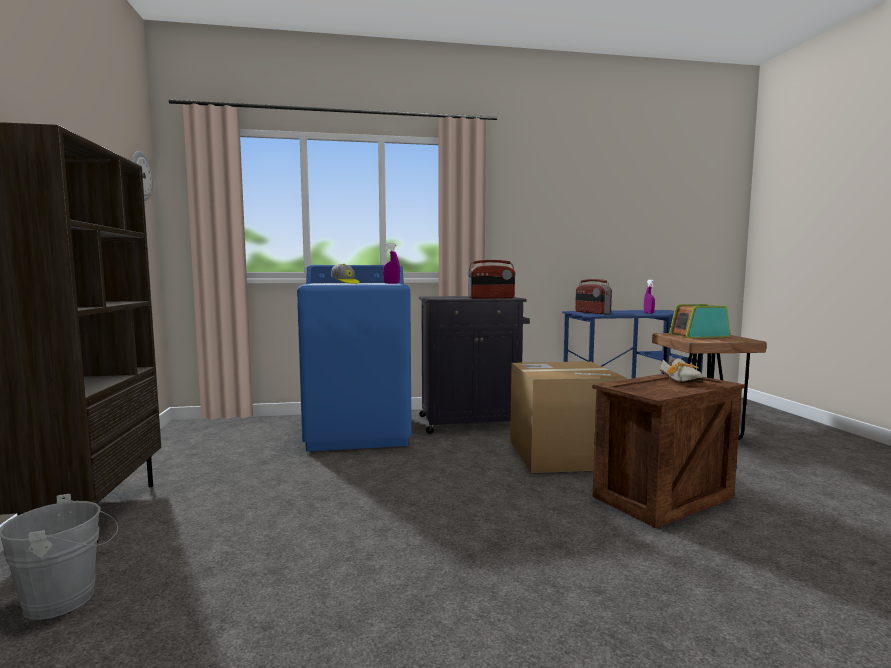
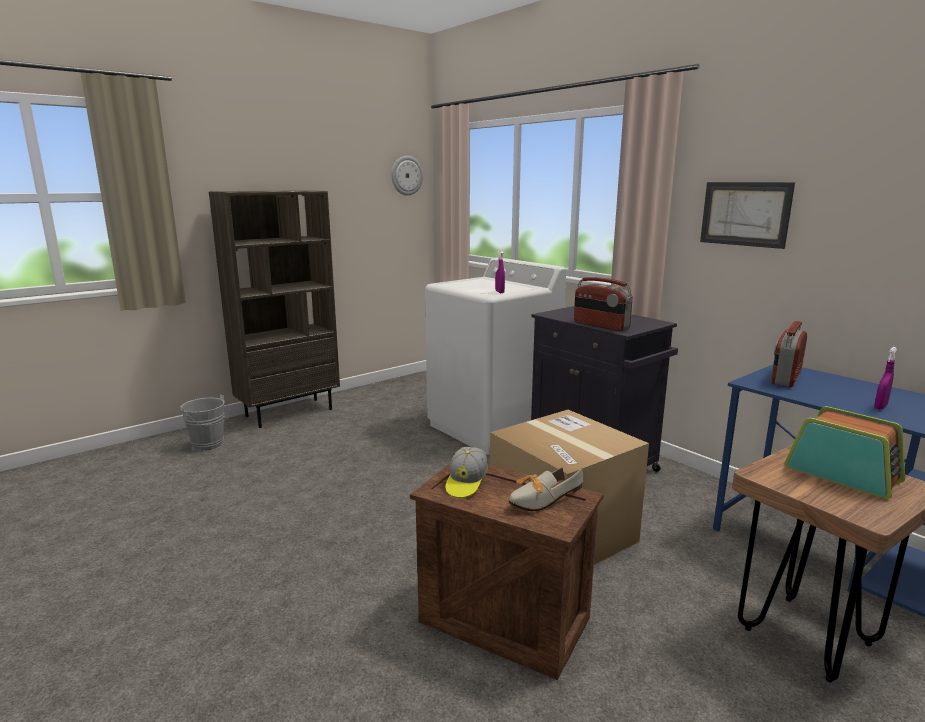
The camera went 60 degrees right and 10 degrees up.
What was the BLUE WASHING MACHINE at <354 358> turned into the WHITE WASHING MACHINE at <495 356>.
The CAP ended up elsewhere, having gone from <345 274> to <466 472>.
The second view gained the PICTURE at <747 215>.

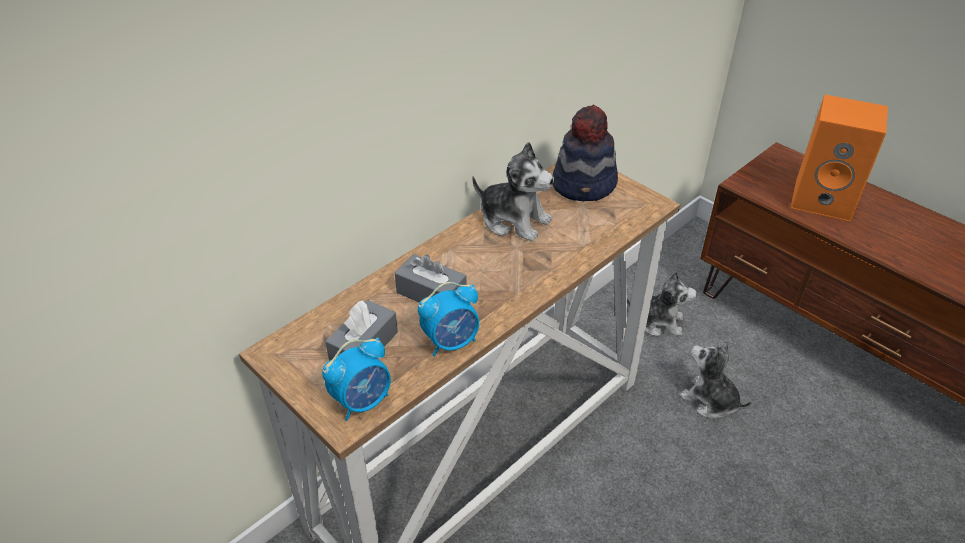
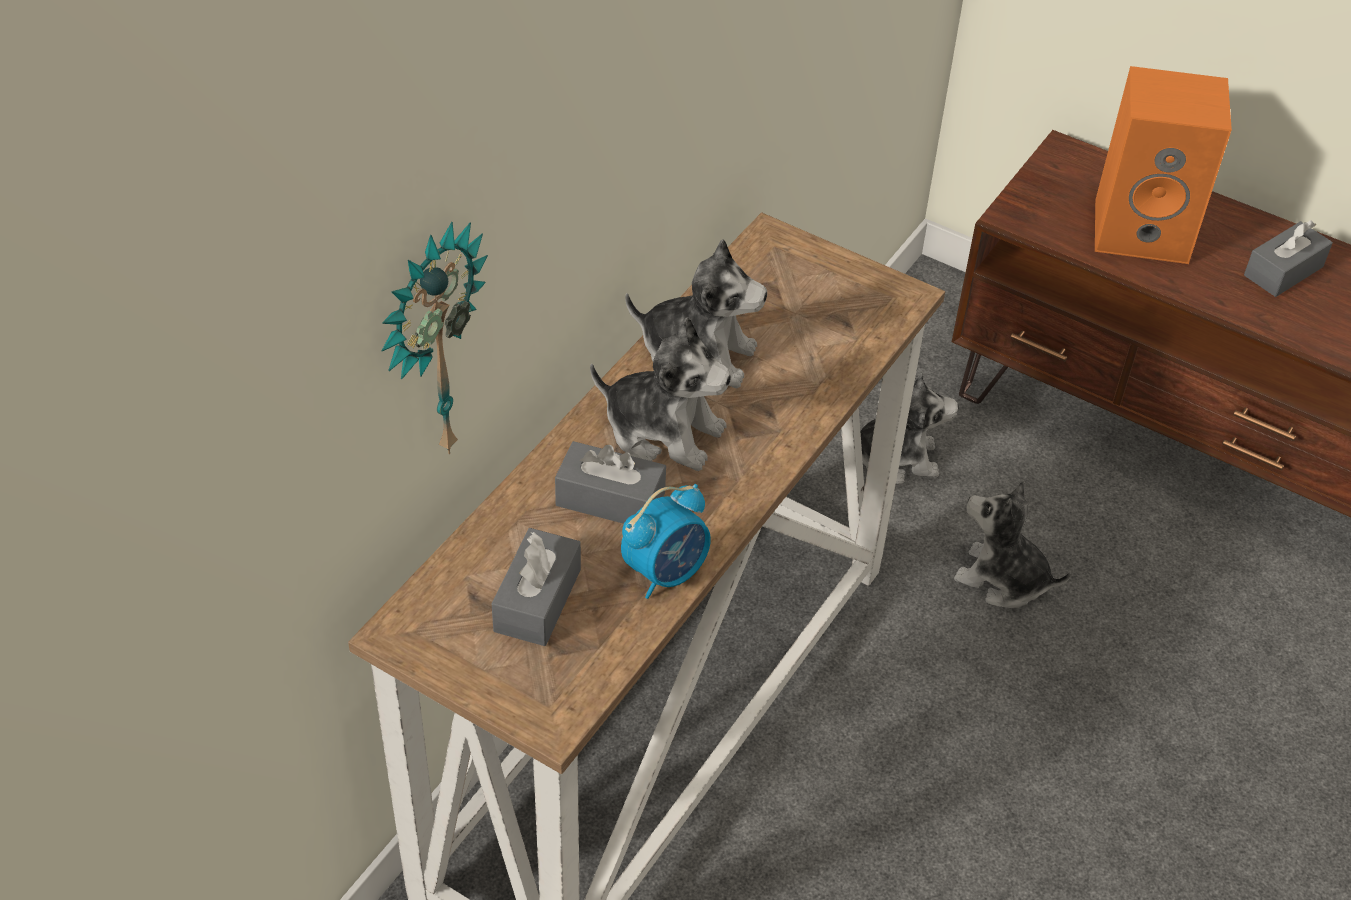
The camera went 15 degrees left and 5 degrees up.
The second view lost the ALARM CLOCK at <356 379>.
The second view lost the HAT at <585 153>.
The second view gained the WALL CLOCK at <435 338>.
The second view gained the PLUSH TOY at <661 394>.
The second view gained the GREY TISSUE BOX at <1288 258>.

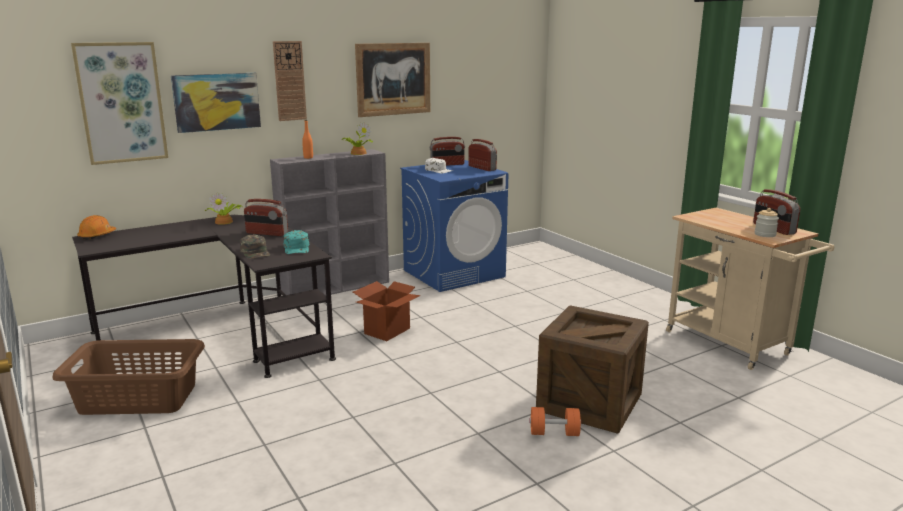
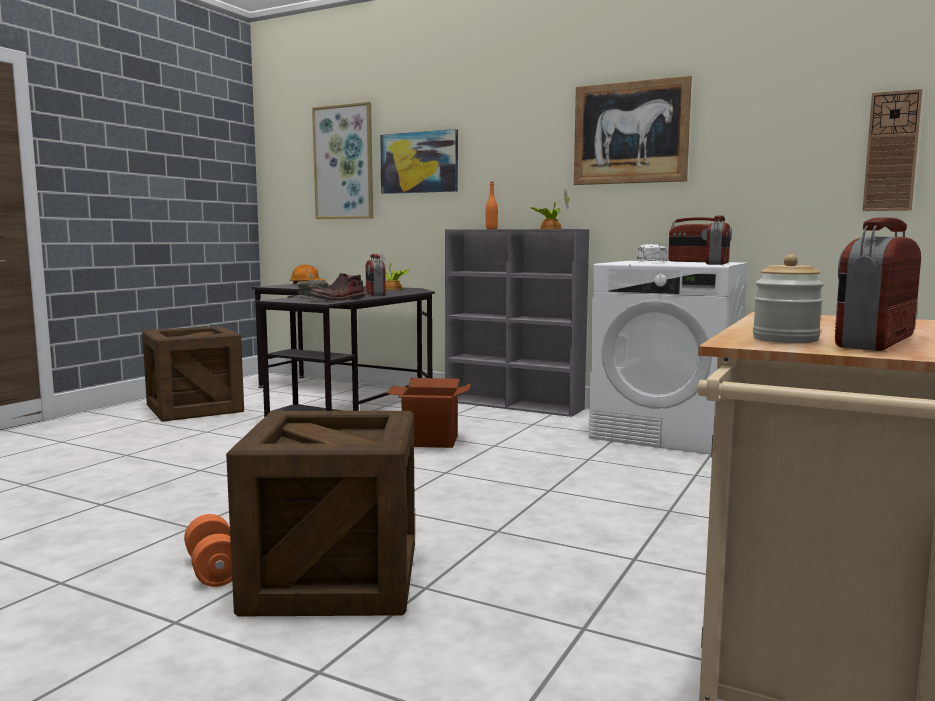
The camera went 60 degrees right and 10 degrees down.
Where the BROWN LAUNDRY BASKET stood at <128 377>, the CRATE came to stand at <193 374>.
The WALL CLOCK ended up elsewhere, having gone from <290 81> to <892 150>.
Where the TURQUOISE CAP stood at <296 242>, the BROWN BOOT came to stand at <338 287>.
What was the BLUE WASHING MACHINE at <454 226> turned into the WHITE WASHING MACHINE at <668 358>.

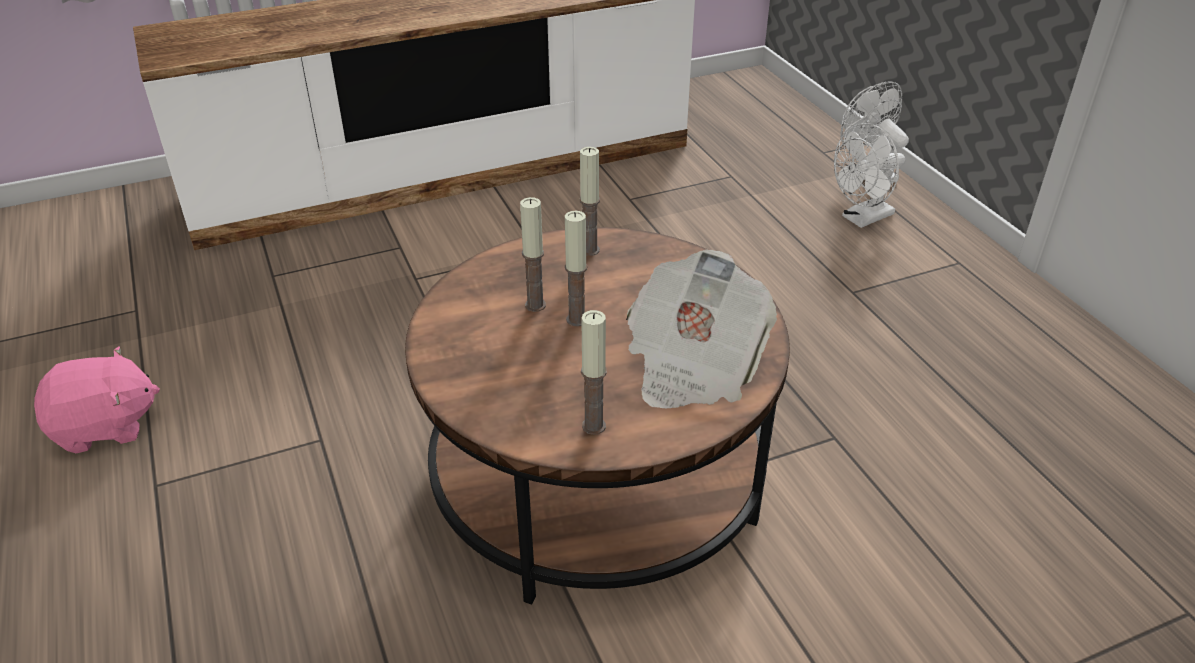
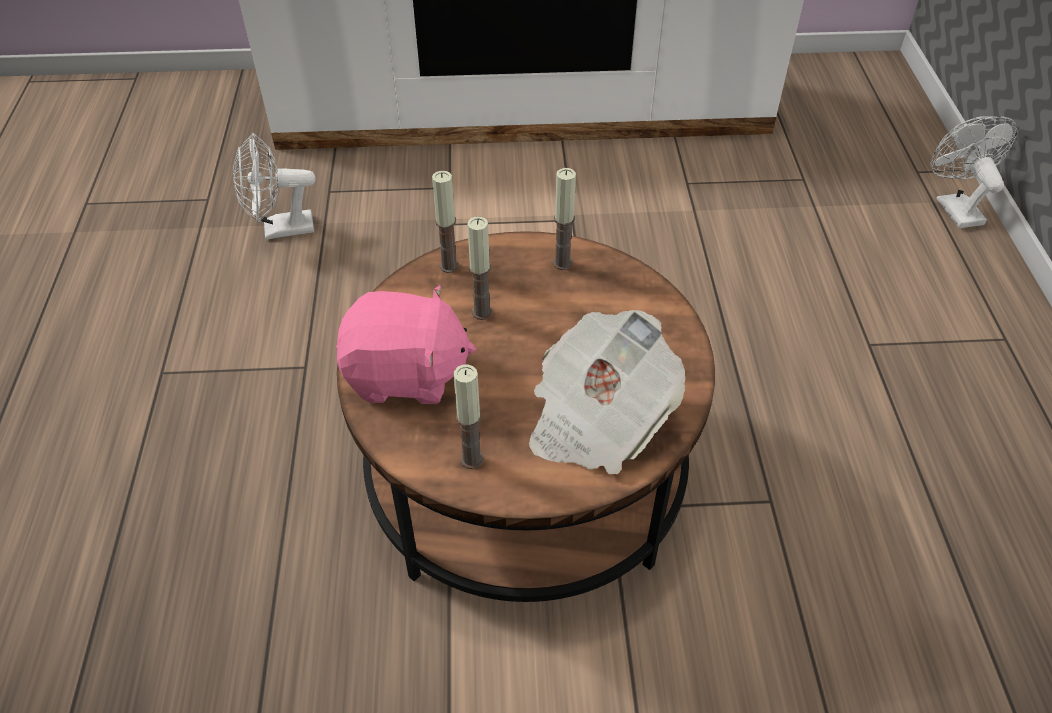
The camera went 20 degrees right and 10 degrees up.
The PINK PLUSH TOY ended up elsewhere, having gone from <97 399> to <406 344>.
The CANDLE ended up elsewhere, having gone from <576 268> to <445 222>.
The WHITE FAN ended up elsewhere, having gone from <869 175> to <274 186>.

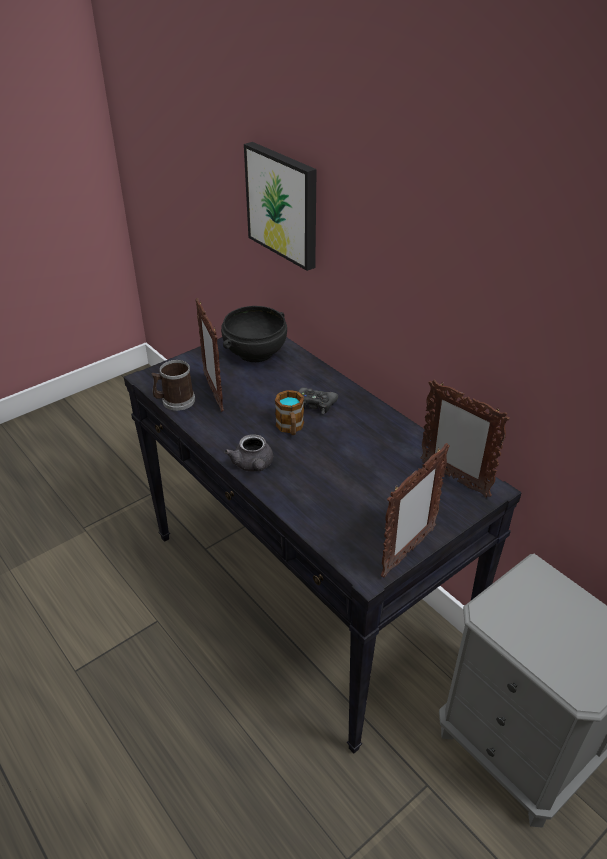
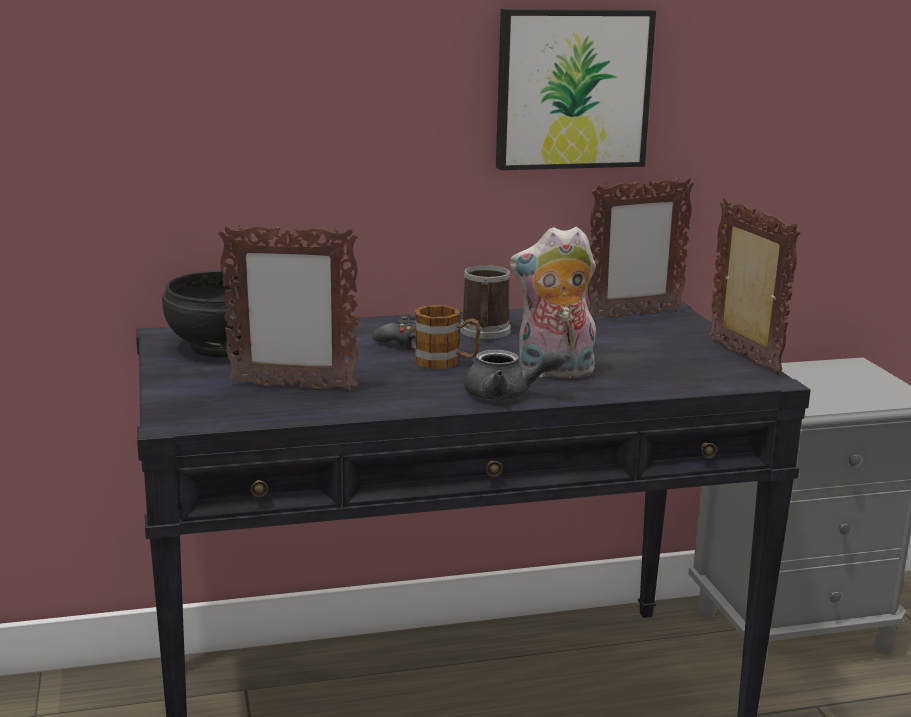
The camera went 65 degrees left and 20 degrees down.
The MUG ended up elsewhere, having gone from <173 385> to <485 302>.
The PICTURE ended up elsewhere, having gone from <280 206> to <576 89>.
The second view gained the PLUSH TOY at <552 302>.

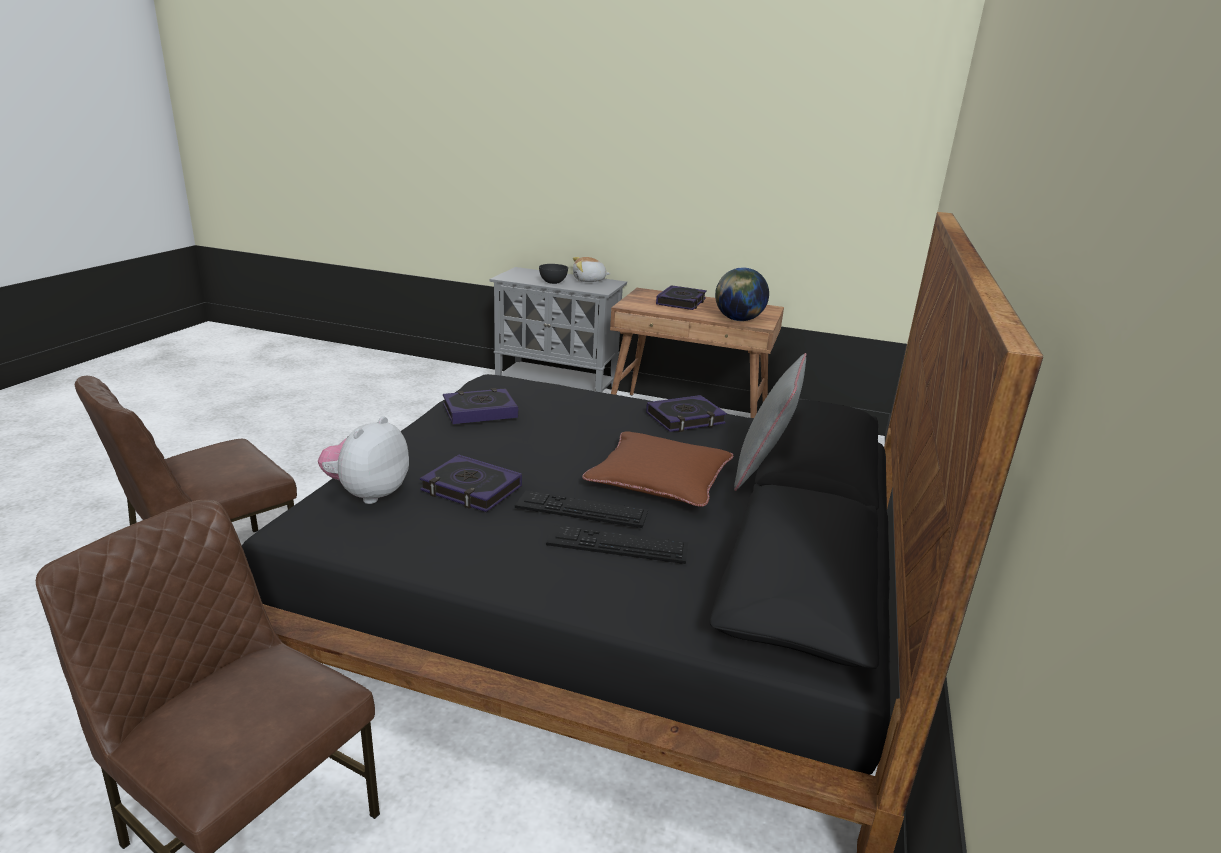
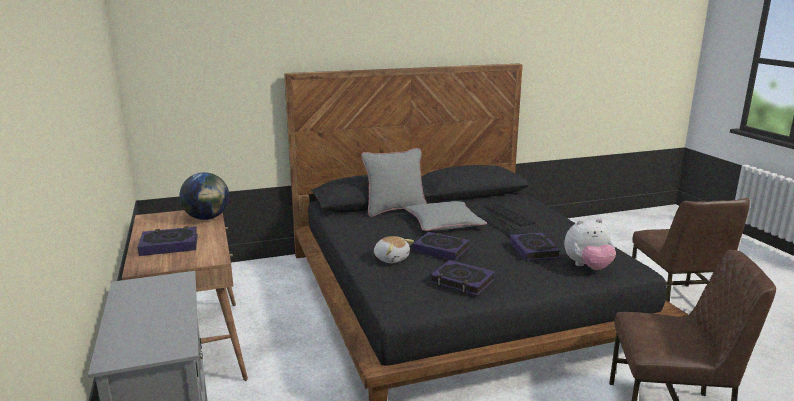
The camera went 125 degrees left and 5 degrees down.
The second view lost the GREY BOWL at <553 274>.
The PLUSH TOY ended up elsewhere, having gone from <592 269> to <394 249>.
What was the BROWN PILLOW at <658 469> turned into the GREY PILLOW at <445 216>.
The BOOK ended up elsewhere, having gone from <686 413> to <441 246>.

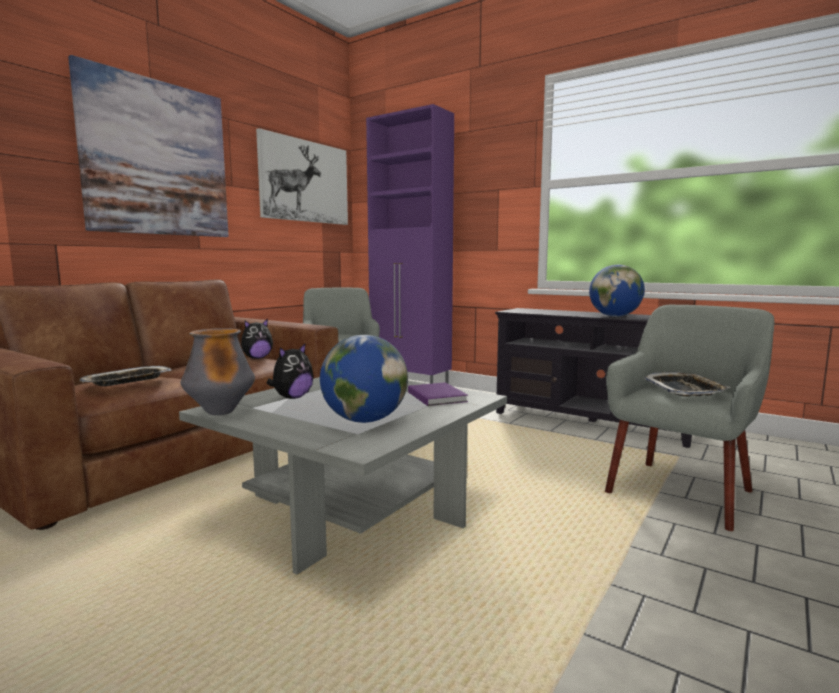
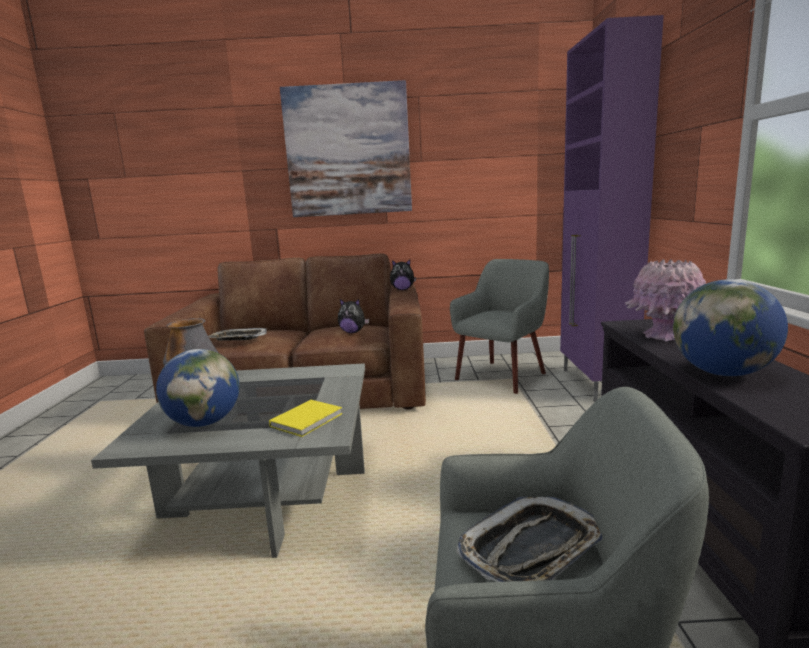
The camera went 55 degrees right and 5 degrees up.
The second view lost the PICTURE at <302 176>.
The PLUSH TOY ended up elsewhere, having gone from <290 371> to <403 275>.
What was the PURPLE BOOK at <438 394> turned into the YELLOW BOOK at <306 418>.
The second view gained the PINK VASE at <665 300>.

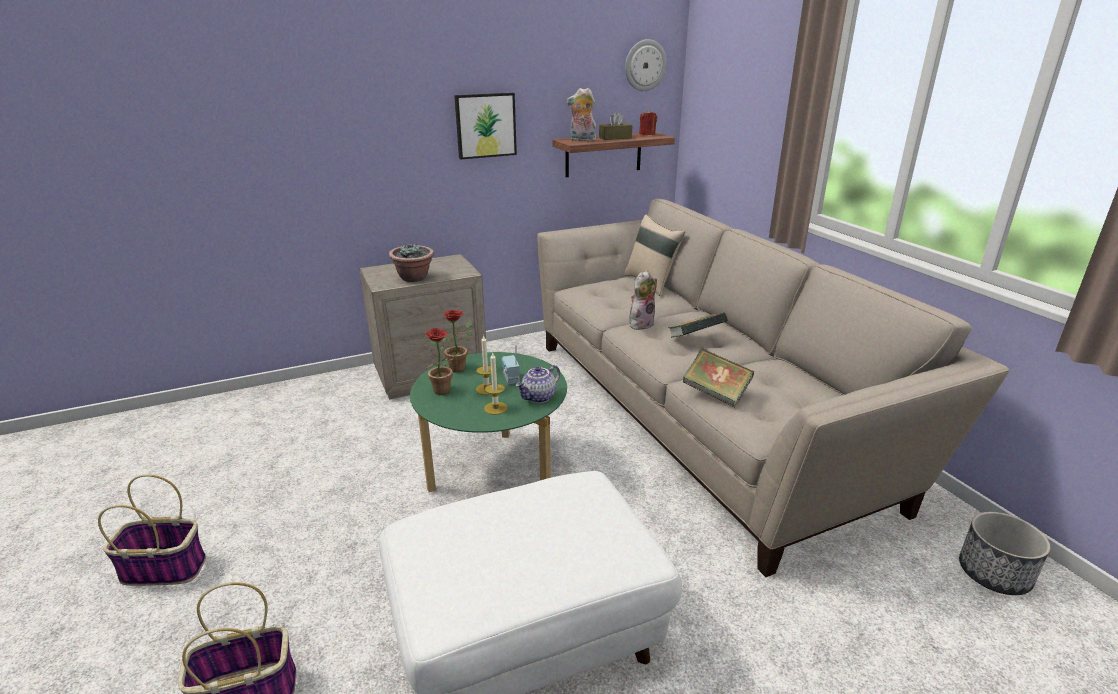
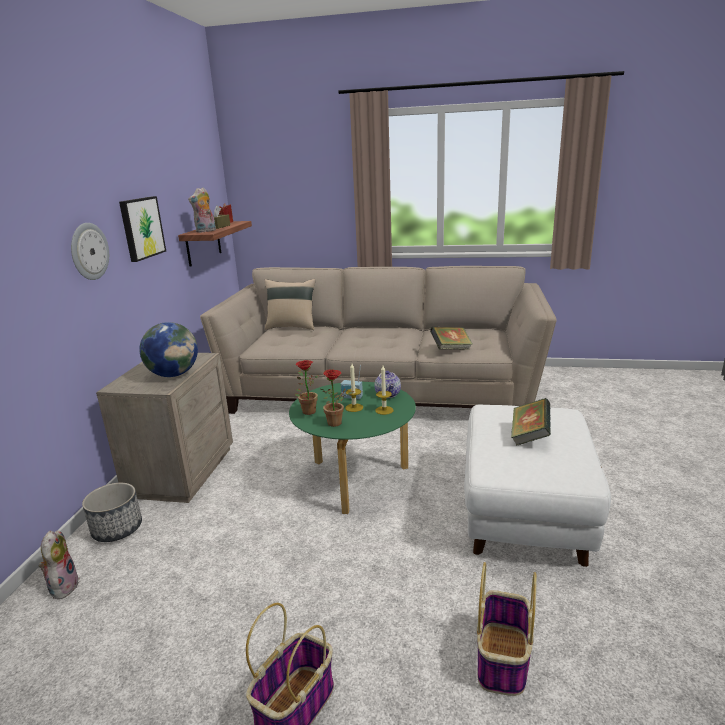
The camera went 55 degrees left and 5 degrees down.
Where the POTTED PLANT stood at <411 262>, the GLOBE came to stand at <168 349>.
The WALL CLOCK ended up elsewhere, having gone from <646 65> to <90 251>.
The PLUSH TOY ended up elsewhere, having gone from <643 300> to <59 565>.
The BOOK ended up elsewhere, having gone from <698 325> to <531 422>.
The PLANTER ended up elsewhere, having gone from <1004 553> to <112 512>.

